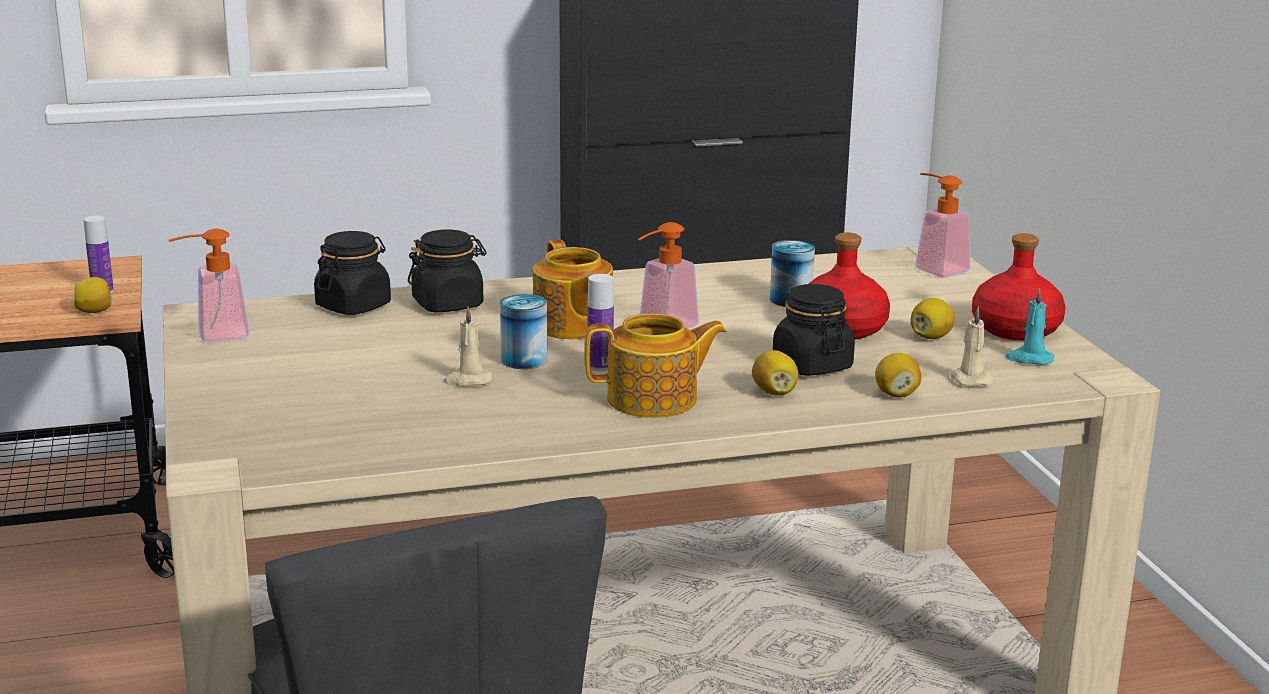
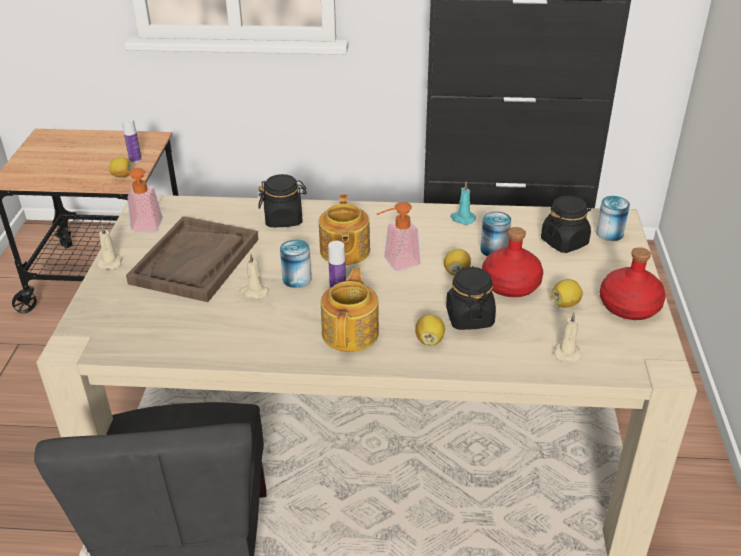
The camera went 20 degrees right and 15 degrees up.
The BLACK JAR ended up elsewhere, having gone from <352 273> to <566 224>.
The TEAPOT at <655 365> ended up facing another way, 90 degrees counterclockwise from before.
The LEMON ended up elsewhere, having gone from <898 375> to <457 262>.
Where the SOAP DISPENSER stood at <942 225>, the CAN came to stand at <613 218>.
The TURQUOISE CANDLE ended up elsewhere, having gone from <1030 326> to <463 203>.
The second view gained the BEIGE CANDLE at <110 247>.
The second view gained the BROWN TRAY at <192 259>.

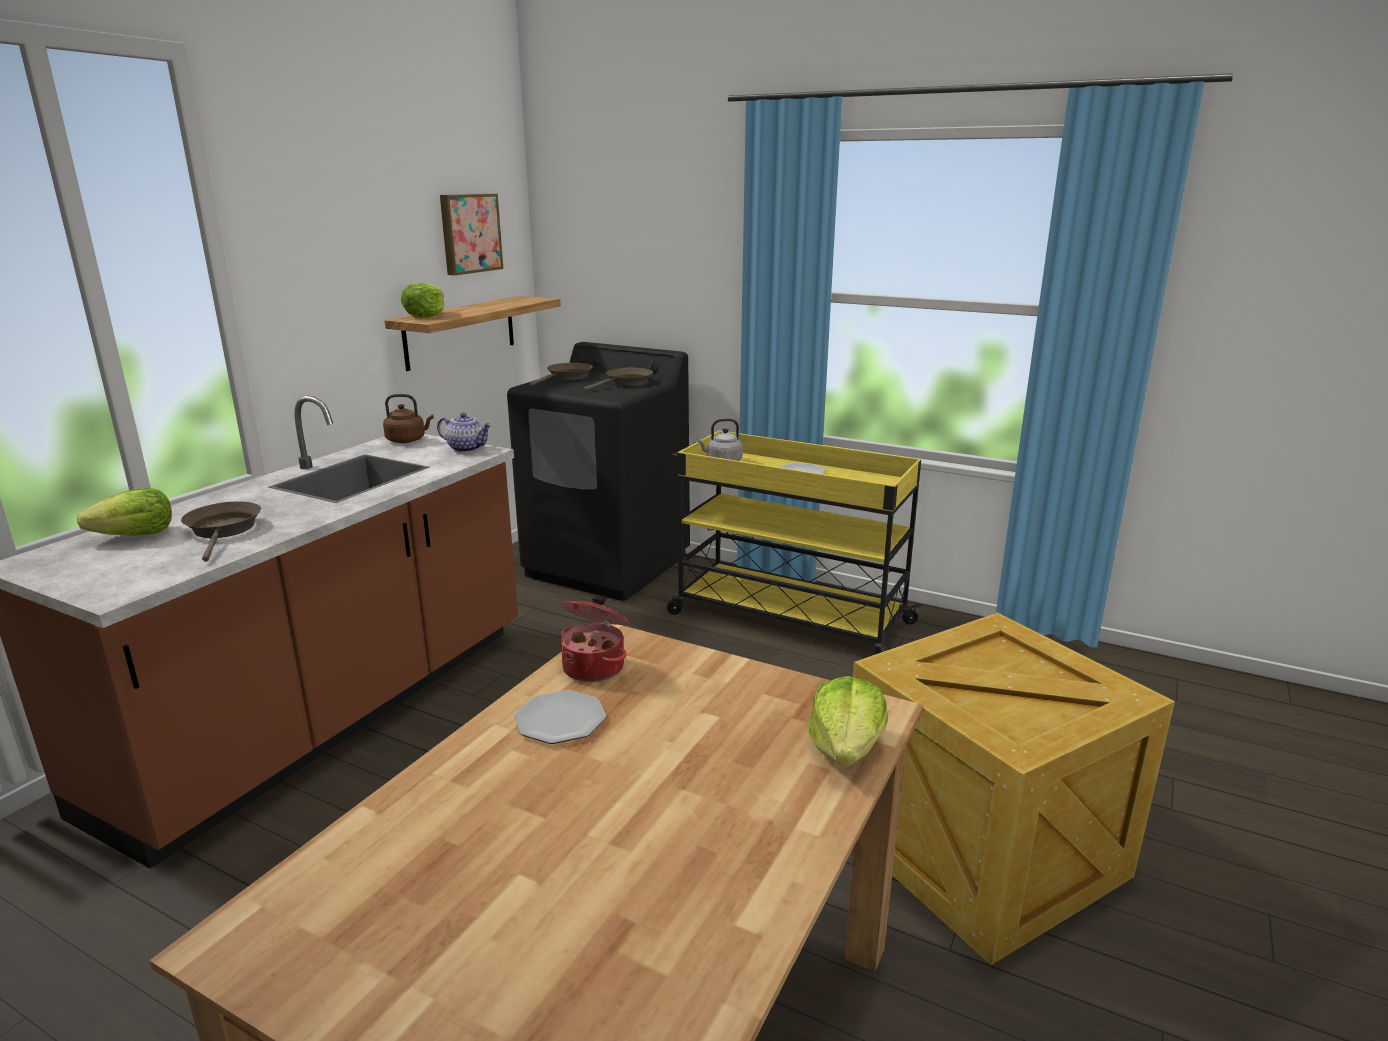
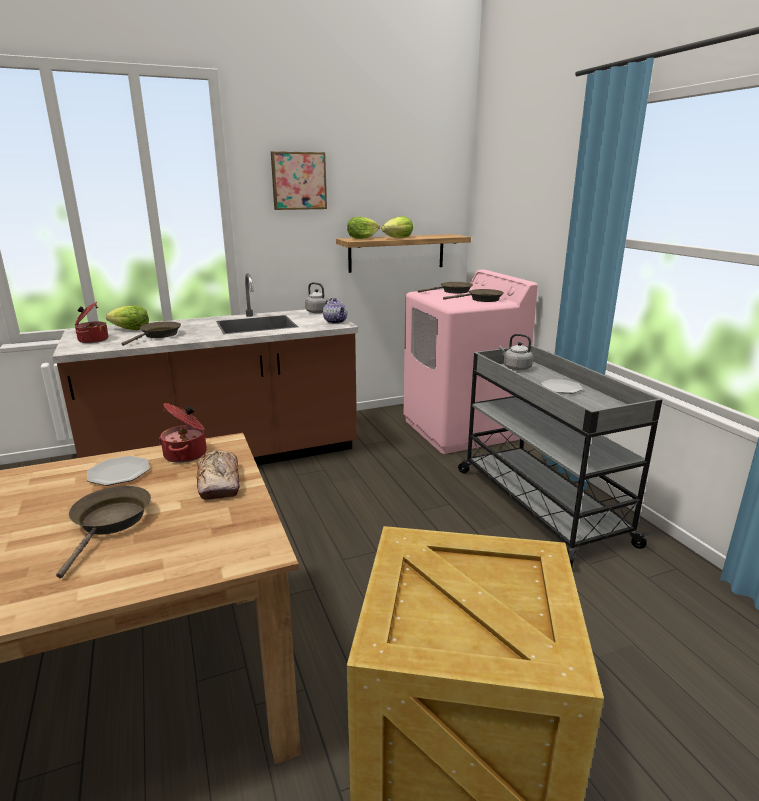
The camera went 40 degrees right and 0 degrees up.
What was the BROWN KETTLE at <408 418> turned into the GREY KETTLE at <318 298>.
The PICTURE ended up elsewhere, having gone from <471 234> to <299 180>.
What was the BLACK WASHING MACHINE at <598 471> turned into the PINK WASHING MACHINE at <470 361>.
What was the YELLOW CART at <794 542> turned into the GREY CART at <560 456>.
The LETTUCE ended up elsewhere, having gone from <848 721> to <397 227>.
The second view gained the BROWN FRYING PAN at <103 532>.
The second view gained the COOKING POT at <91 322>.
The second view gained the BREAD at <218 476>.

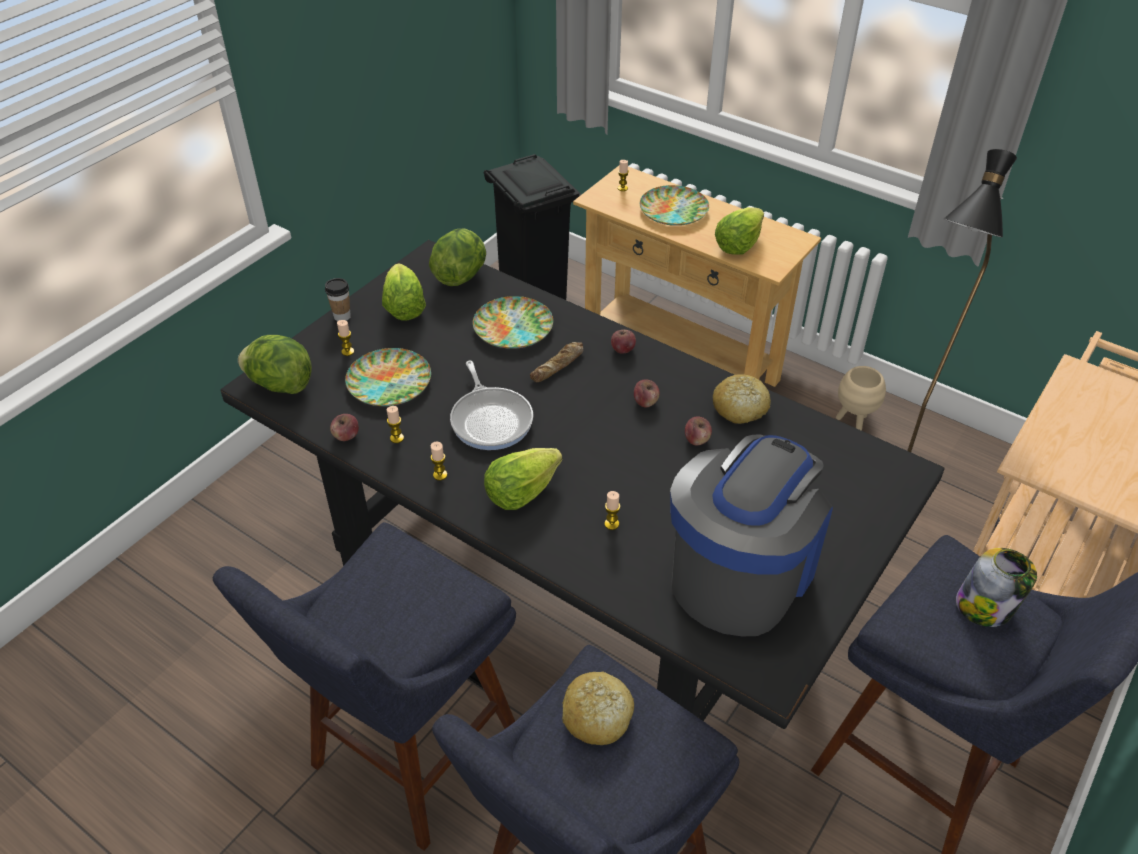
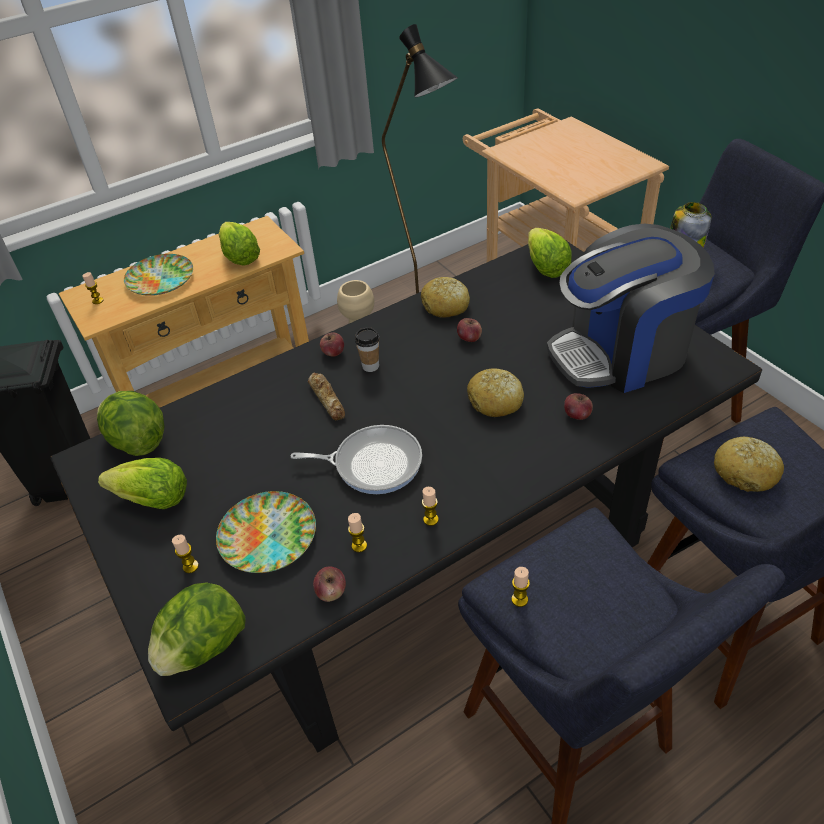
The camera went 65 degrees left and 0 degrees up.
The CUP ended up elsewhere, having gone from <338 299> to <367 349>.
The second view lost the PLATE at <513 322>.
The LETTUCE ended up elsewhere, having gone from <523 479> to <550 253>.
The CANDLE ended up elsewhere, having gone from <612 510> to <520 587>.
The APPLE ended up elsewhere, having gone from <647 393> to <578 406>.
The COFFEE MACHINE at <751 535> ended up facing another way, 75 degrees counterclockwise from before.
The second view gained the BREAD at <495 392>.

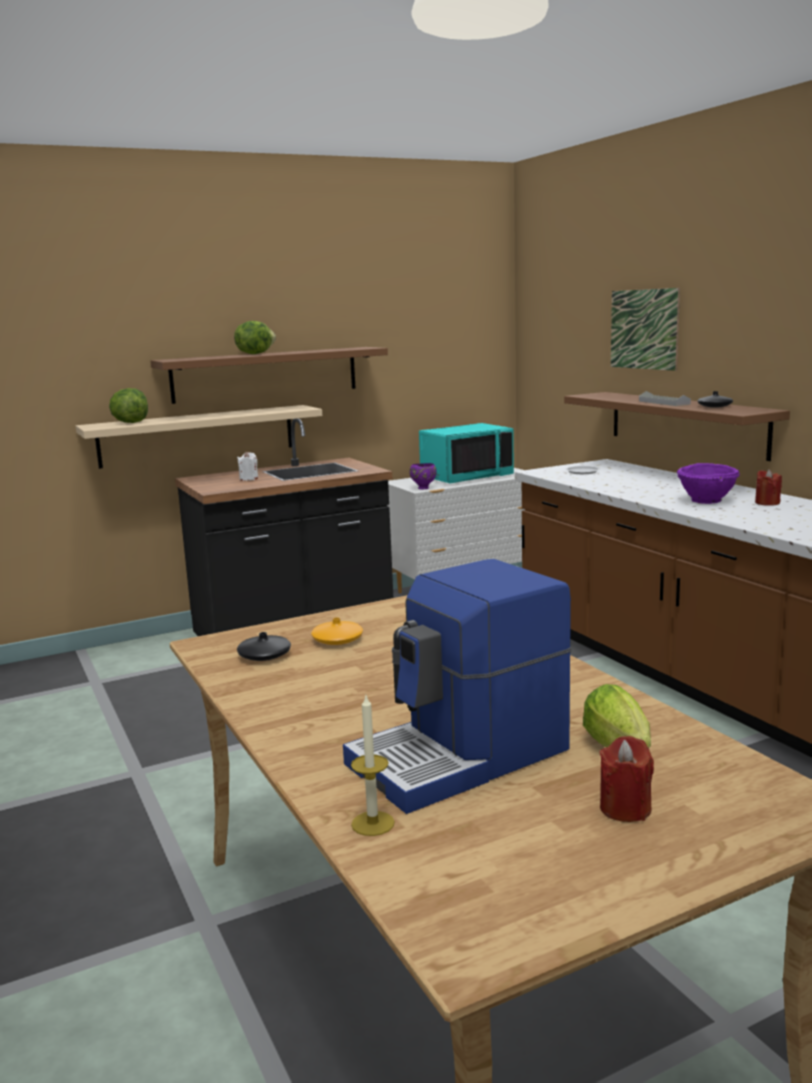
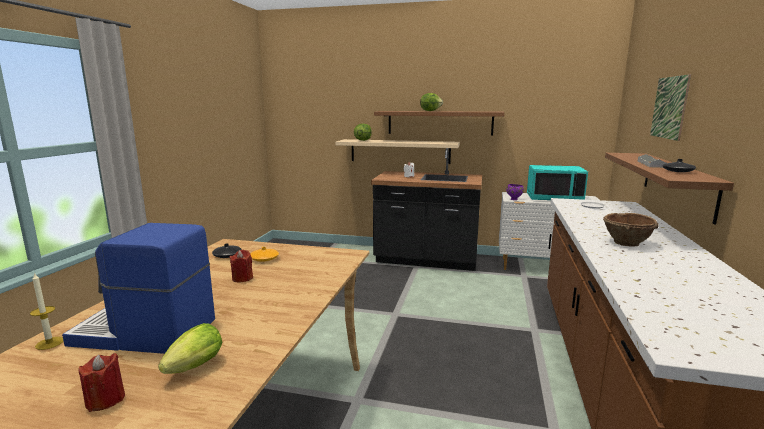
The camera went 40 degrees right and 0 degrees up.
What was the PURPLE BOWL at <708 483> turned into the BROWN BOWL at <630 230>.
The RED CANDLE ended up elsewhere, having gone from <768 487> to <241 266>.

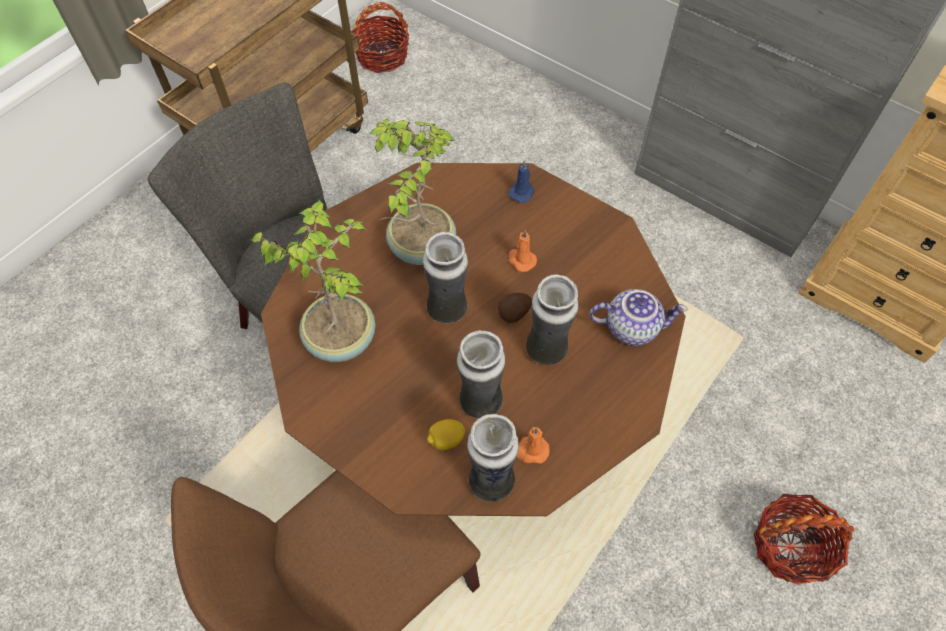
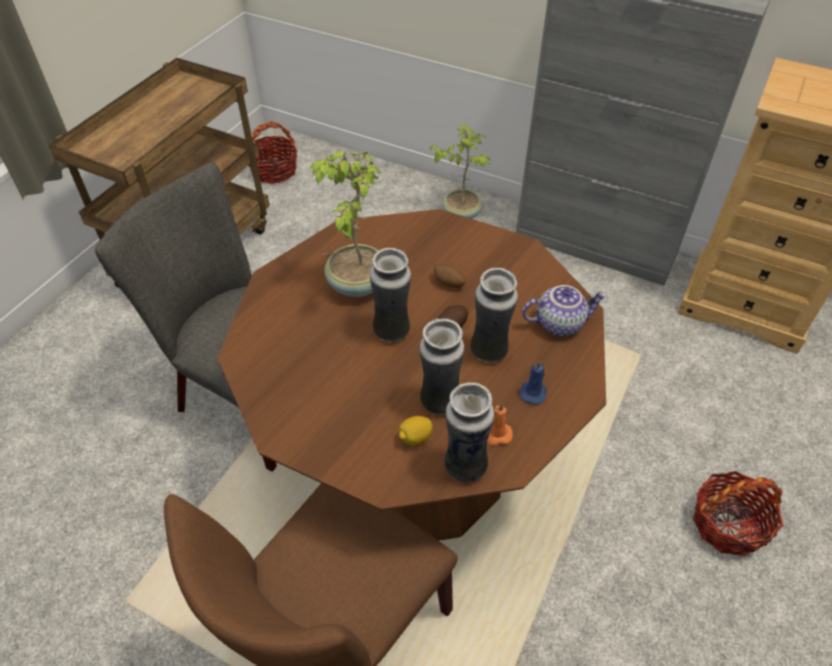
The camera went 10 degrees left and 10 degrees down.
The POTTED PLANT ended up elsewhere, having gone from <313 280> to <460 171>.
The BLUE CANDLE ended up elsewhere, having gone from <521 181> to <533 382>.
Where the ORANGE CANDLE stood at <523 251>, the POTATO came to stand at <450 275>.

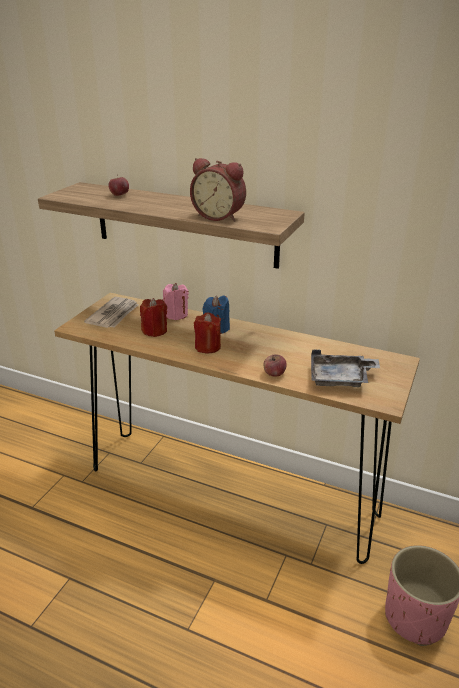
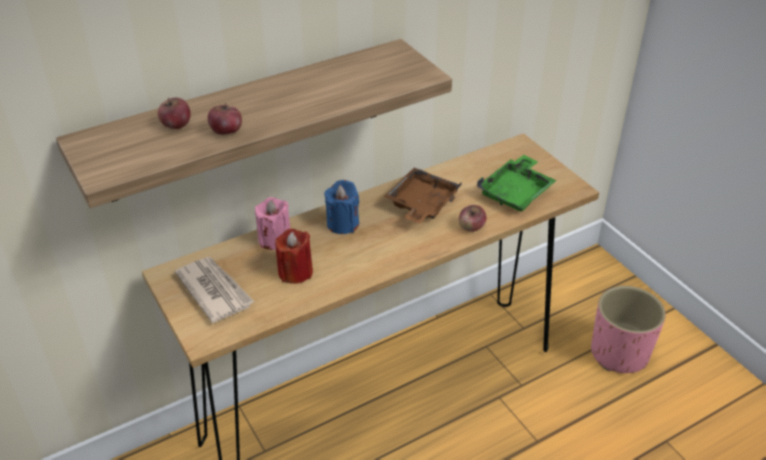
The camera went 55 degrees left and 10 degrees up.
The second view lost the ALARM CLOCK at <218 190>.
The second view lost the RED CANDLE at <207 332>.
What was the GREY TRAY at <345 368> turned into the GREEN TRAY at <517 183>.
The second view gained the APPLE at <225 119>.
The second view gained the BROWN TRAY at <423 196>.

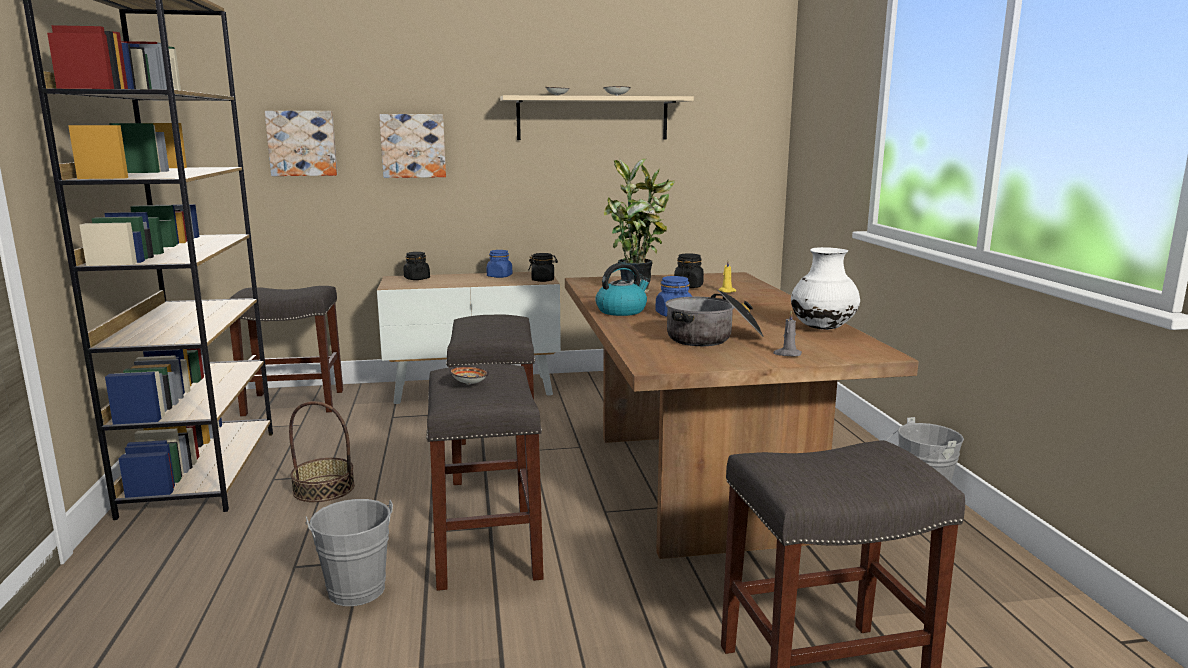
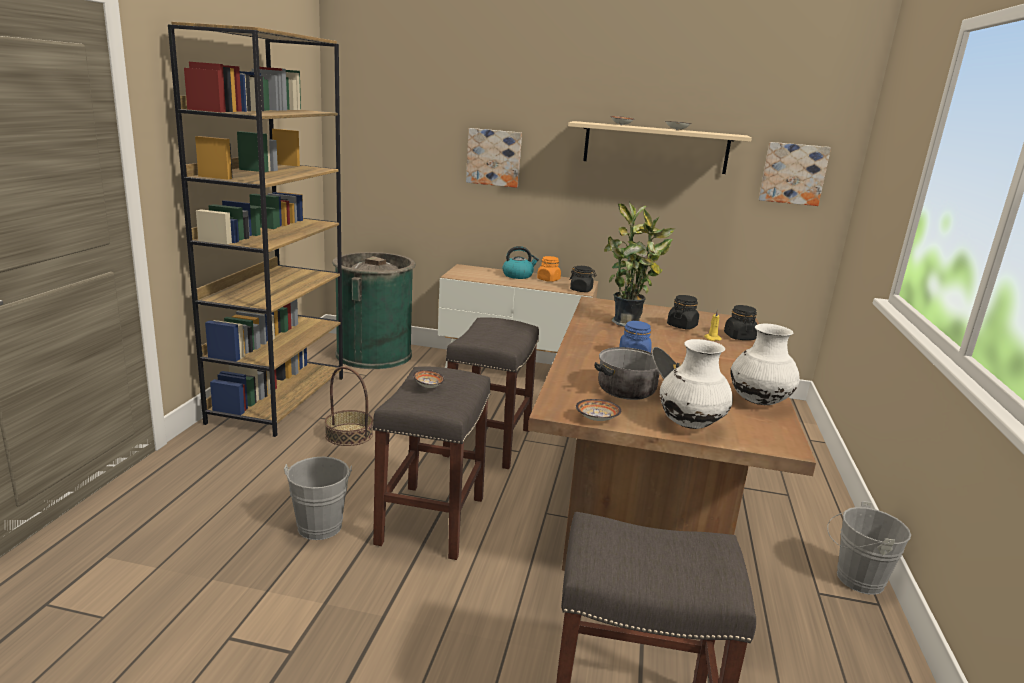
The camera went 20 degrees right and 5 degrees up.
Where the GREY STOOL stood at <286 351>, the GREEN TRASH CAN came to stand at <374 310>.
The PICTURE ended up elsewhere, having gone from <301 143> to <795 174>.
The BLACK JAR ended up elsewhere, having gone from <416 266> to <740 322>.
What was the BLUE JAR at <499 264> turned into the ORANGE JAR at <549 269>.
The KETTLE ended up elsewhere, having gone from <623 289> to <521 262>.
Where the GREY CANDLE stood at <787 333>, the WHITE VASE came to stand at <696 384>.
The second view gained the BOWL at <598 410>.

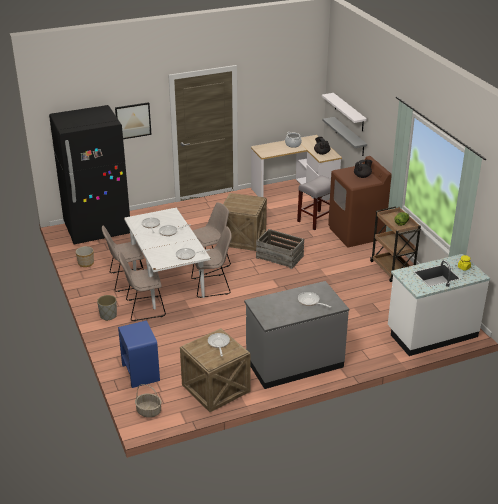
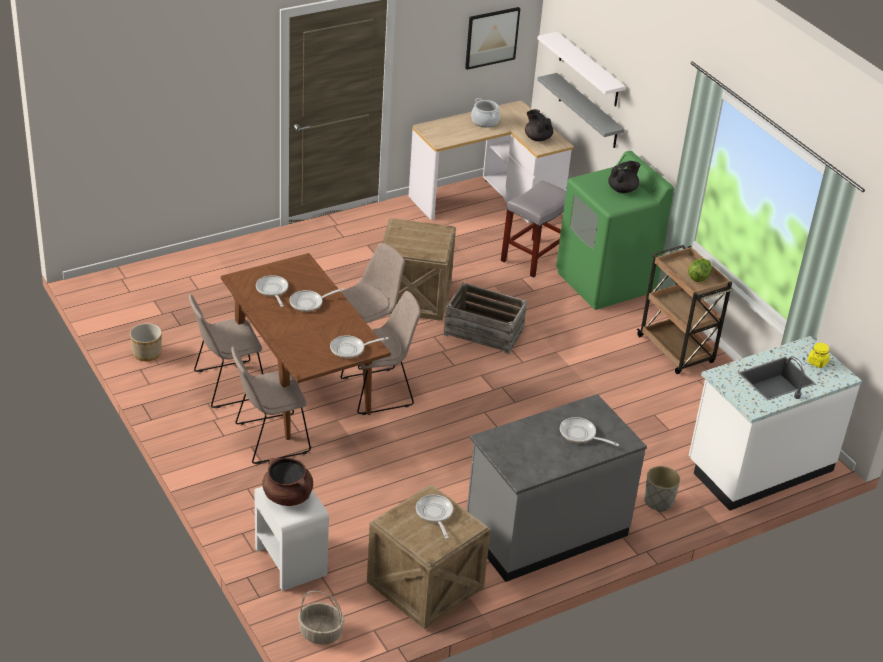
The camera went 10 degrees left and 5 degrees up.
The second view lost the BLACK FRIDGE at <89 174>.
The GREY PLANTER ended up elsewhere, having gone from <107 308> to <662 489>.
The PICTURE ended up elsewhere, having gone from <133 120> to <492 38>.
What was the BLUE NIGHTSTAND at <139 354> turned into the WHITE NIGHTSTAND at <291 539>.
What was the WHITE DINING TABLE at <167 258> turned into the BROWN DINING TABLE at <306 346>.
What was the BROWN WASHING MACHINE at <360 201> turned into the GREEN WASHING MACHINE at <615 230>.
The second view gained the BROWN COOKING POT at <287 482>.

